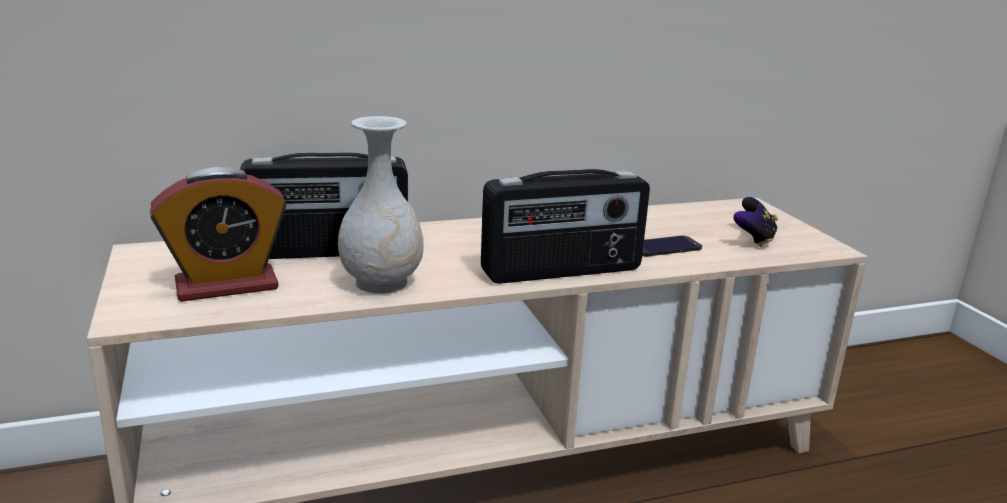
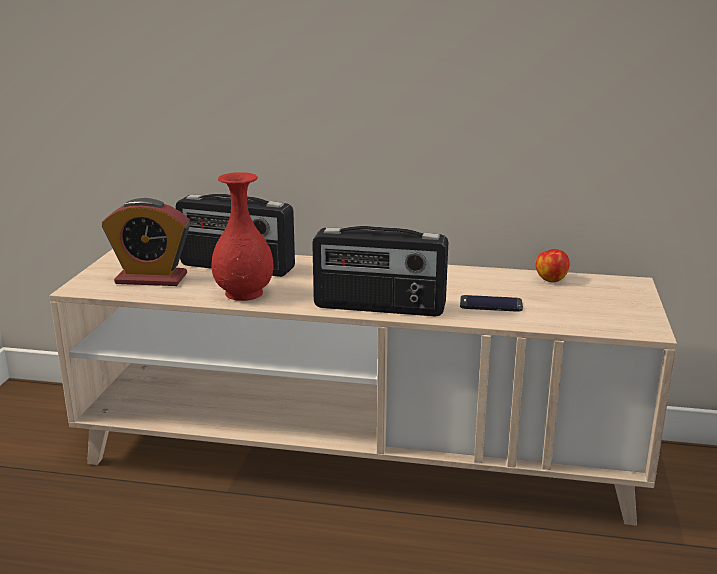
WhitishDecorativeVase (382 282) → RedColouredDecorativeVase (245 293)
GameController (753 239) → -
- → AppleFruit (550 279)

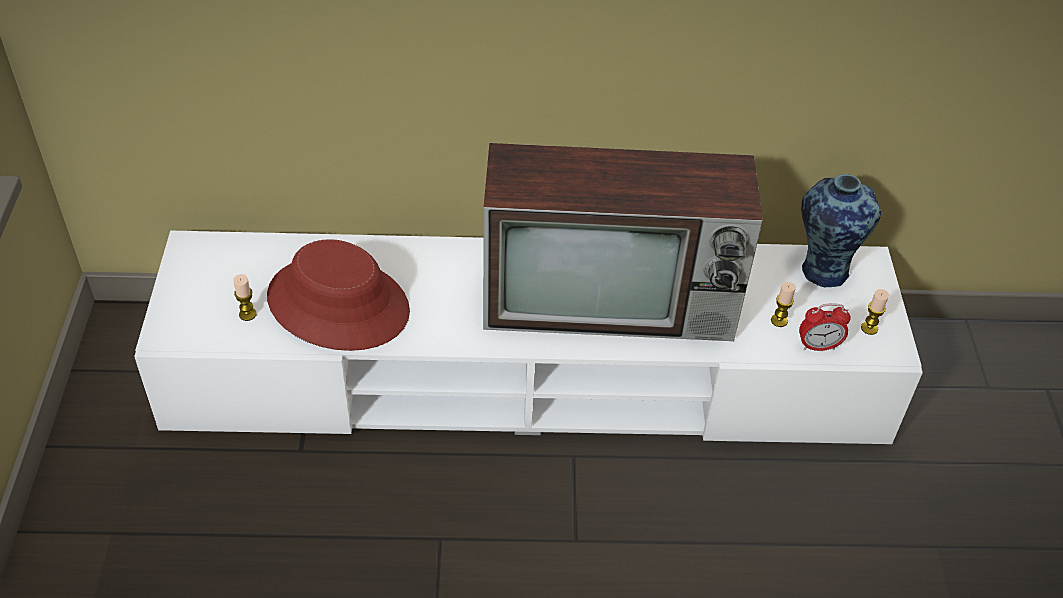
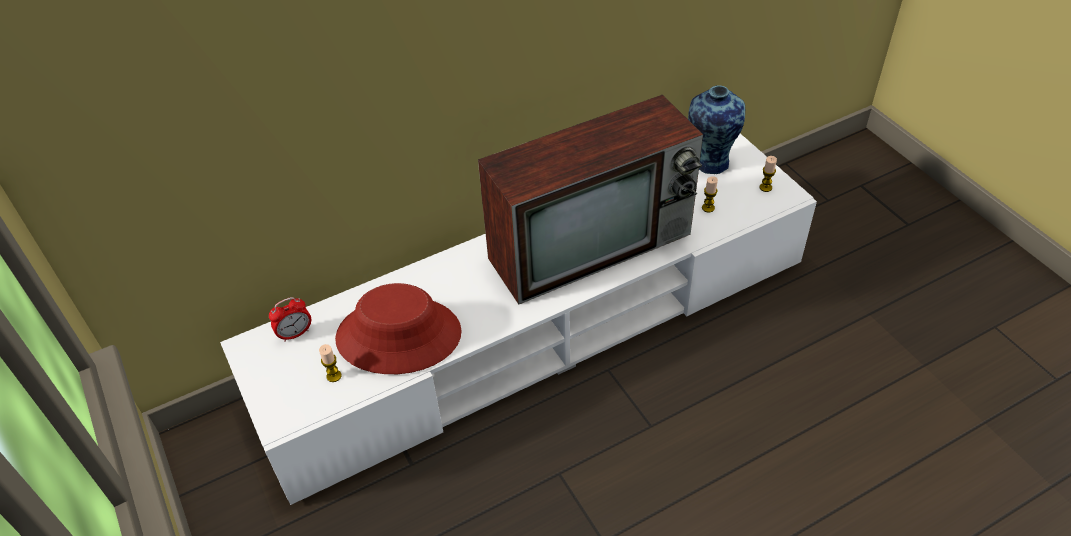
AlarmClock (818 346) → AlarmClock (295 334), move

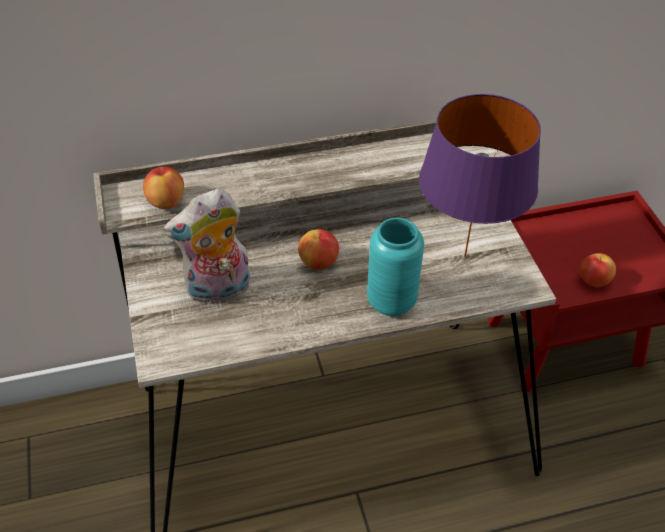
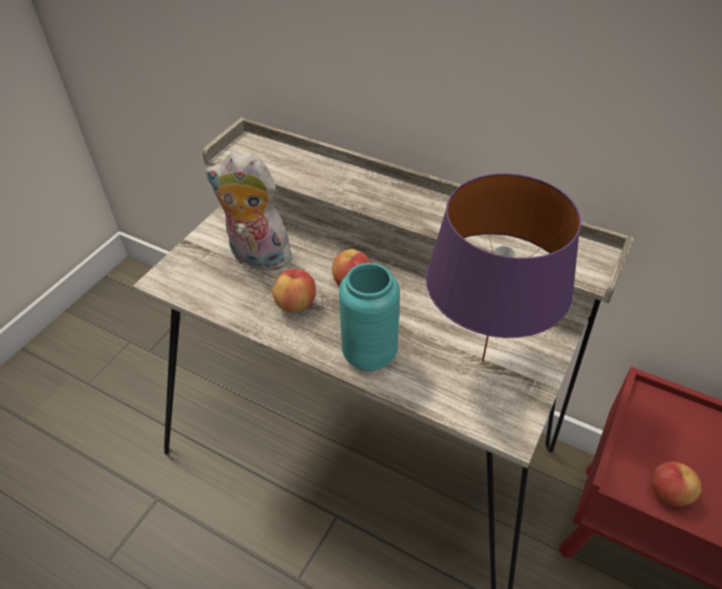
AppleFruit (166 202) → AppleFruit (296 304), move

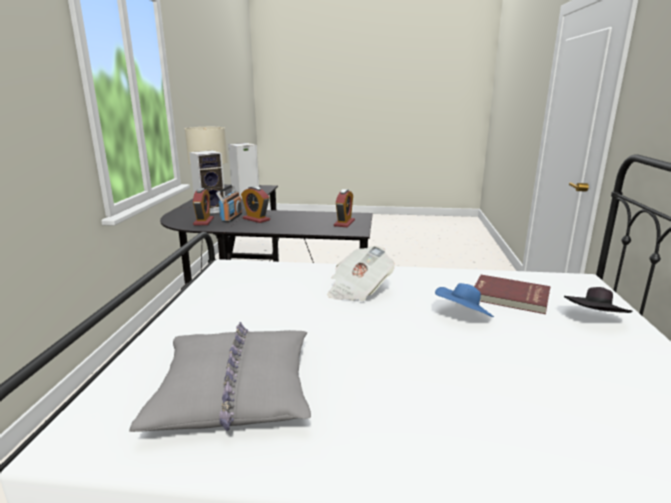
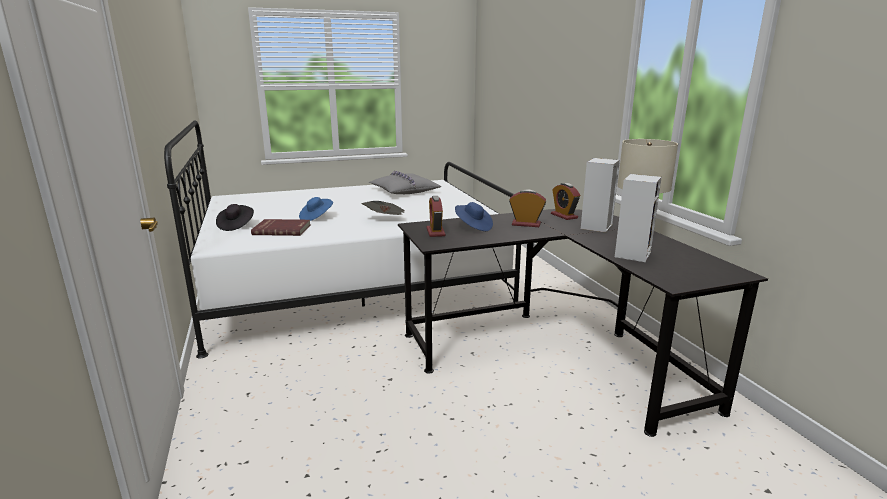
Radio (231 217) → -
- → BlueColouredClothingHat (473 227)

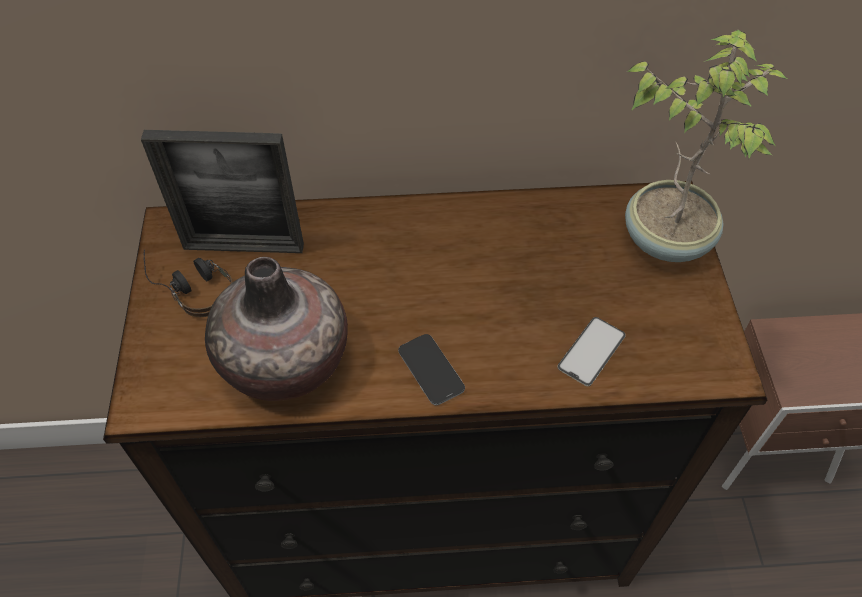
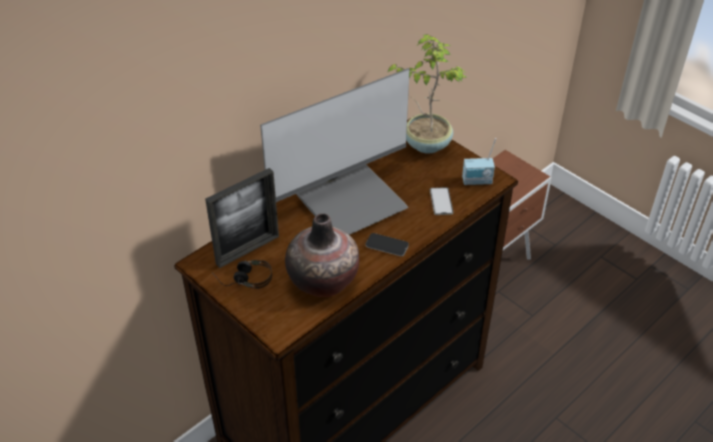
- → Monitor (349 200)
- → Radio (477 181)

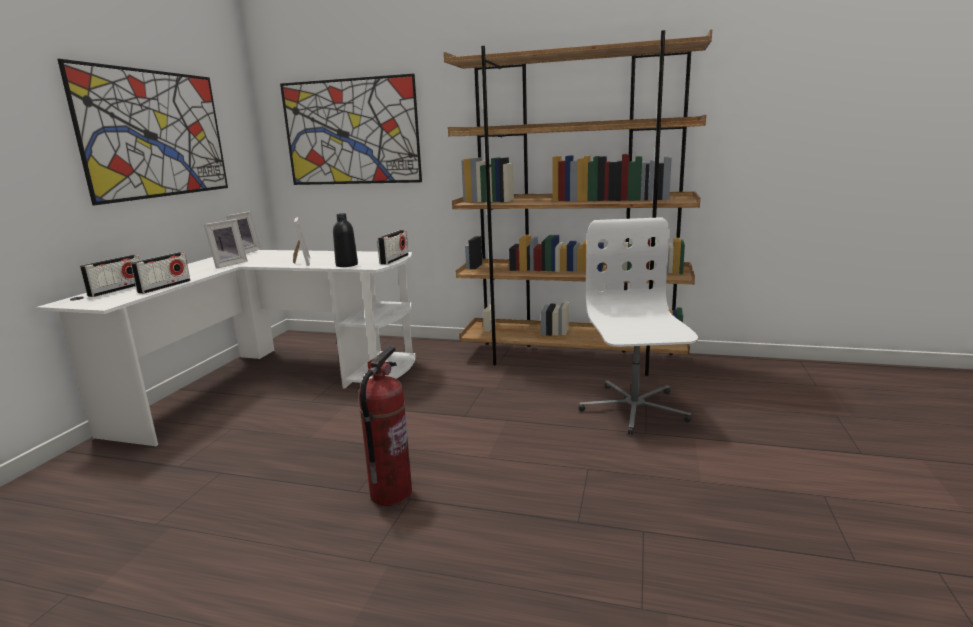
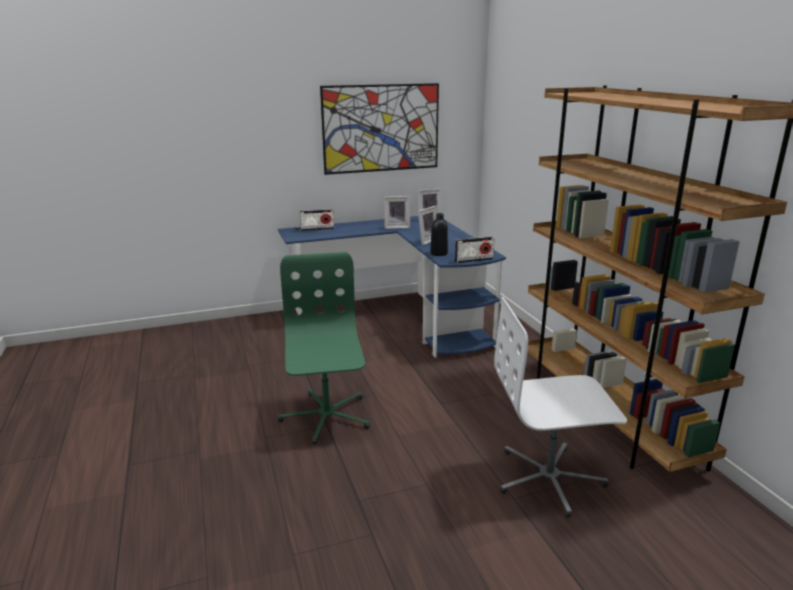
Picture (351 132) → -
WhitishOfficeChair (633 409) → WhitishOfficeChair (549 479), 150 degrees counterclockwise
WhitishDesk (272 381) → BlueColouredDesk (402 318)
Radio (164 287) → -
Extinguisher (391 494) → GreenColouredOfficeChair (326 417)

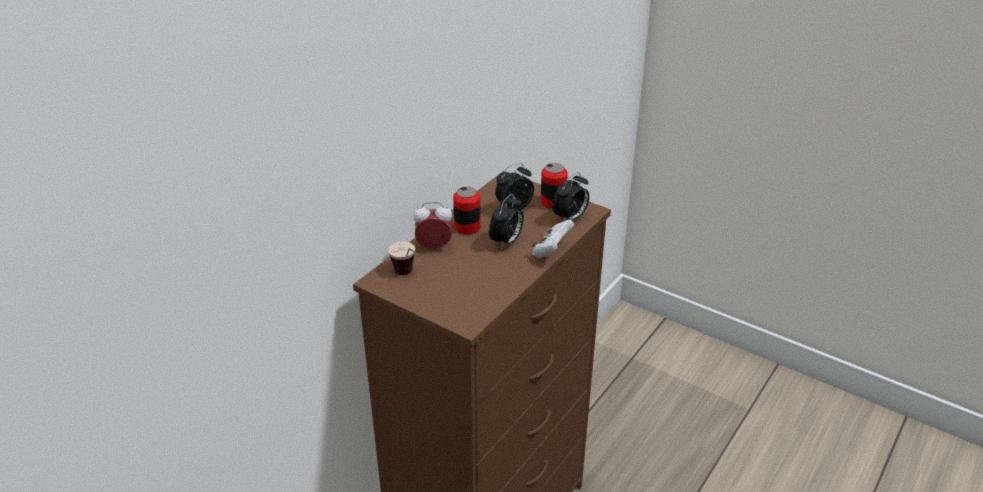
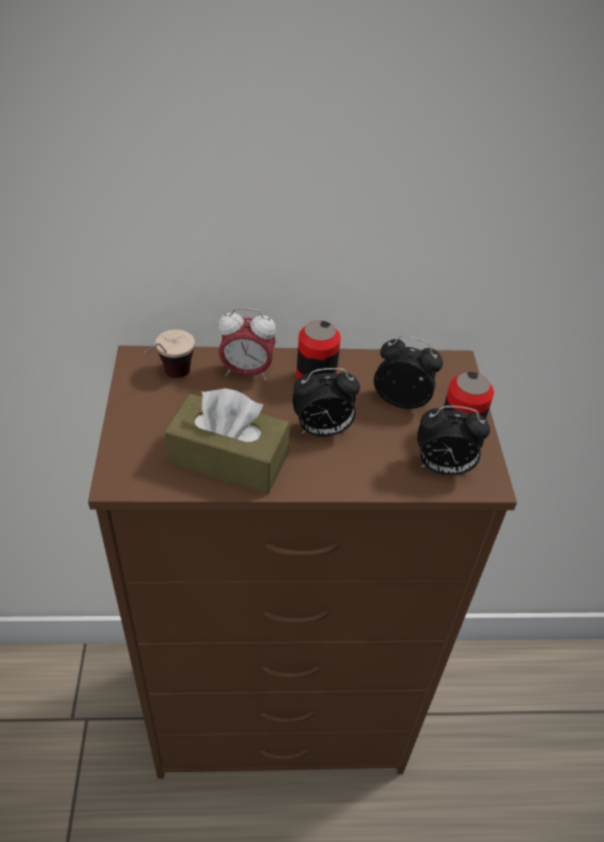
AlarmClock (434 247) → AlarmClock (246 372), 135 degrees clockwise
WhitishGameController (551 251) → -
- → BrownColouredTissueHolder (228 458)

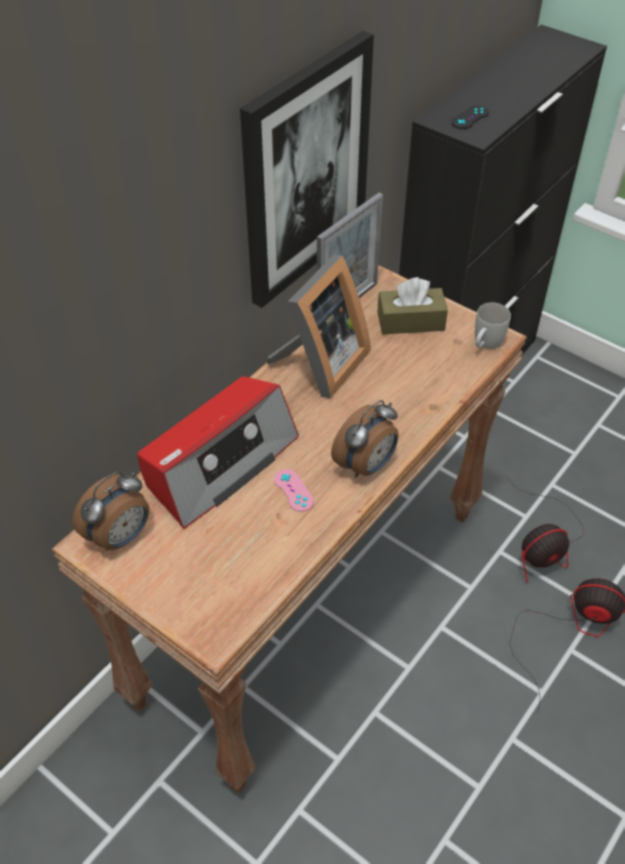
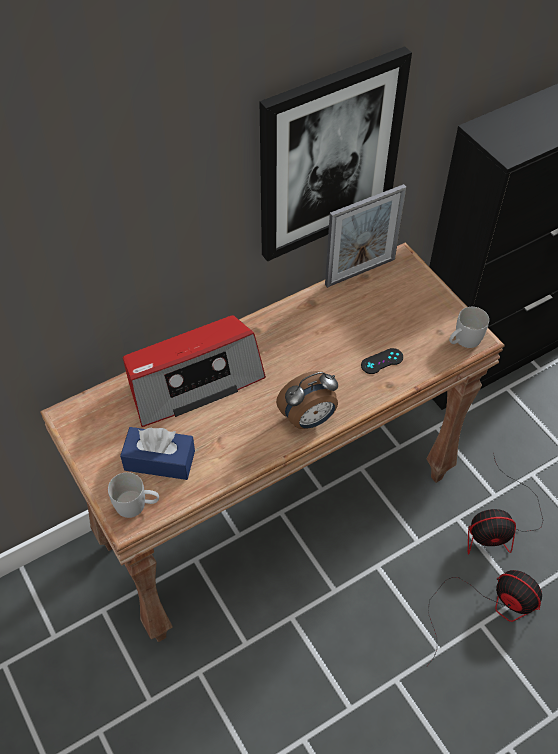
BlackishGameController (470 117) → BlackishGameController (382 361), move
PictureFrame (320 365) → -
BrownColouredTissueHolder (410 321) → -
PinkColouredGameController (293 490) → -
AlarmClock (120 536) → -
- → BlueColouredTissueHolder (159 460)
- → WhitishCoffeeMug (137 505)

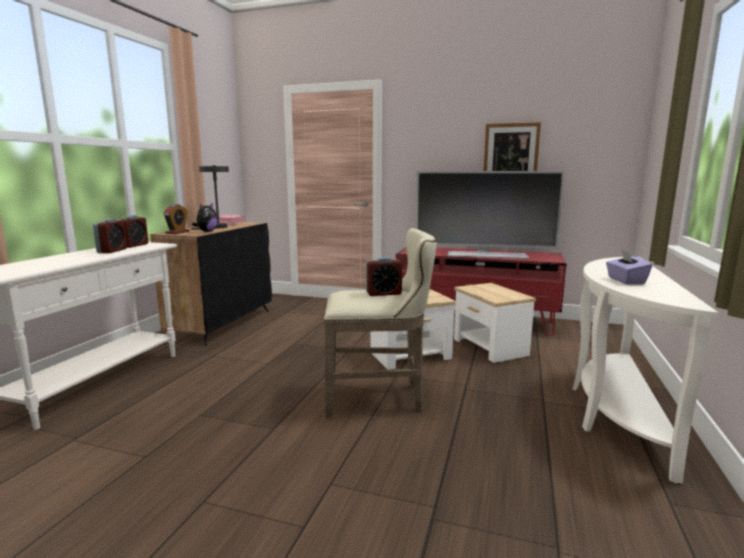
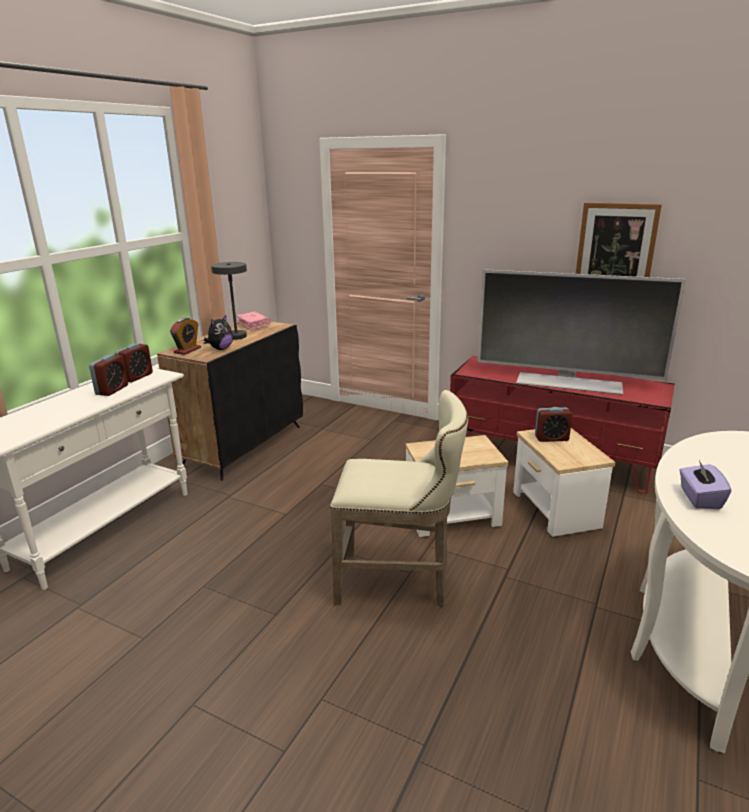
AlarmClock (384 293) → AlarmClock (551 438), move

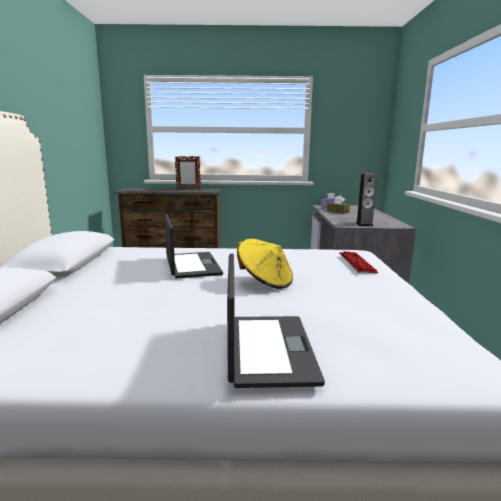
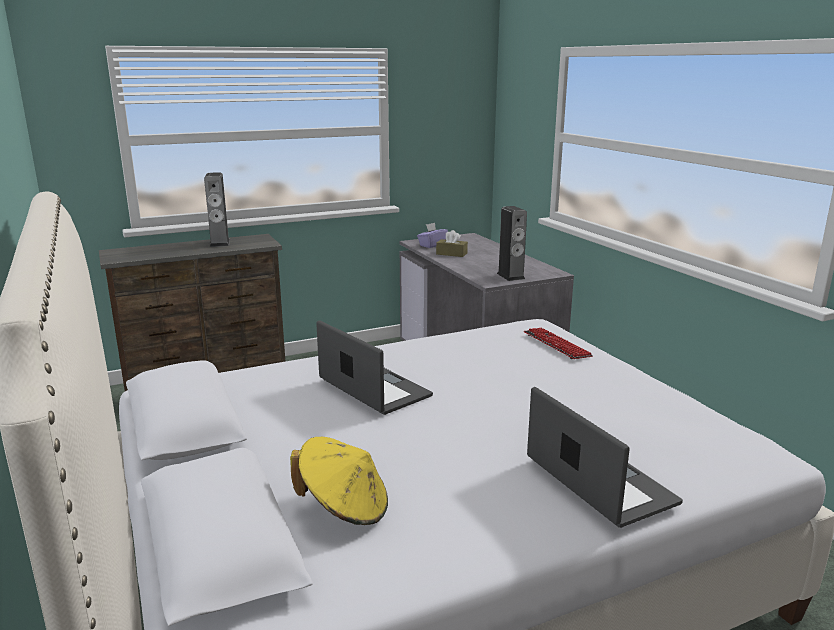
PictureFrame (188 189) → AudioSpeaker (220 243)
YellowishClothingHat (265 282) → YellowishClothingHat (344 508), move

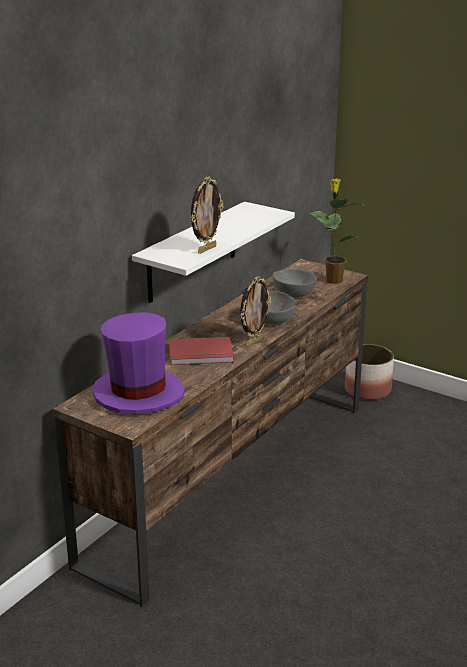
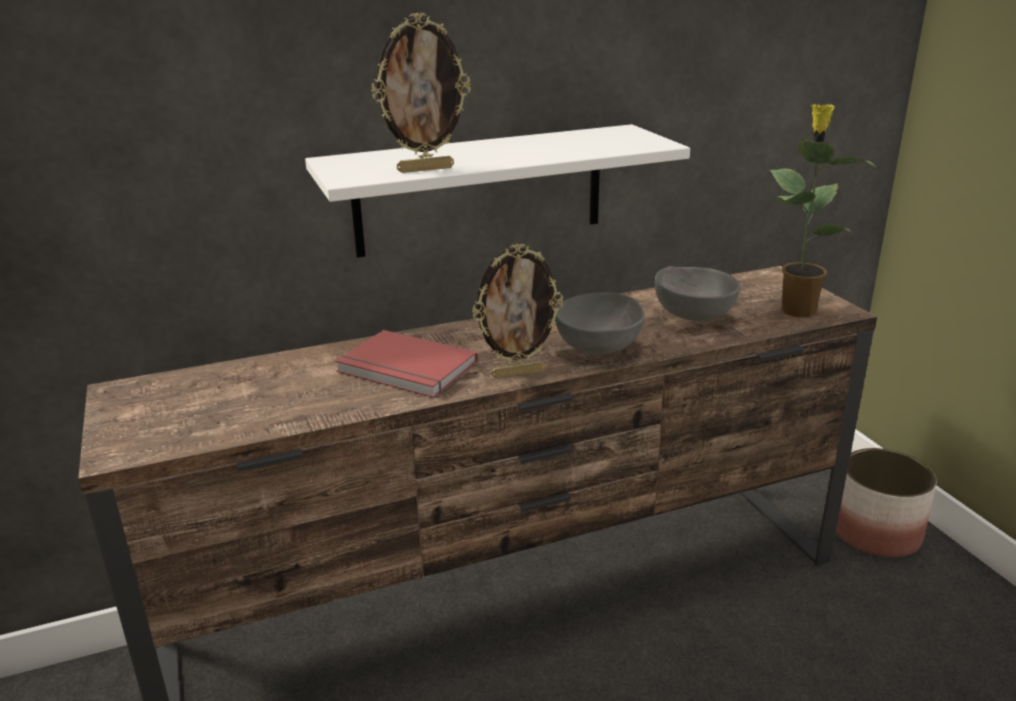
PurpleClothingHat (138 394) → -

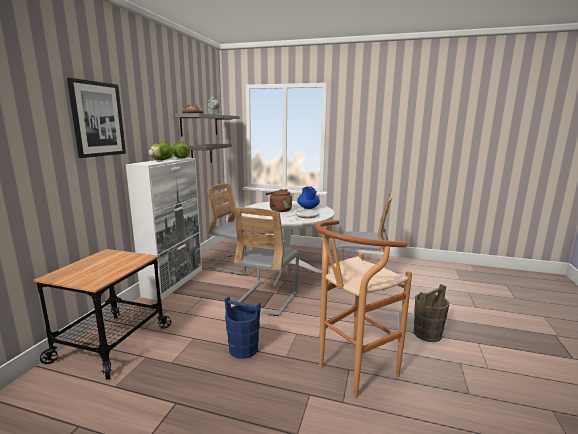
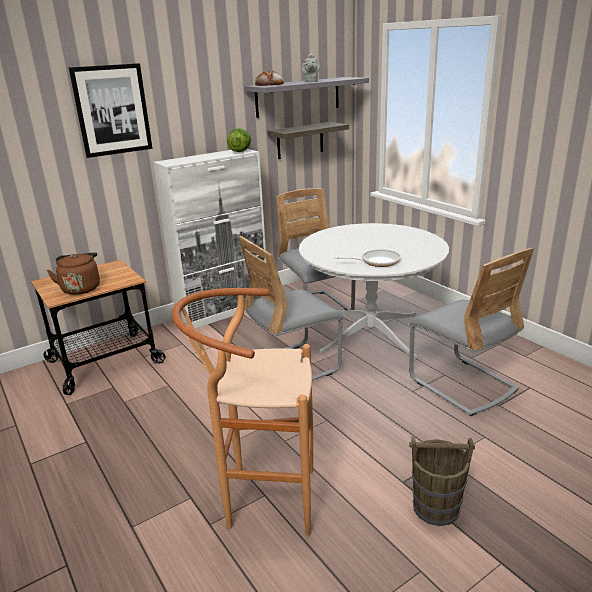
Lettuce (161 160) → -
BlueColouredPotForTea (308 208) → -
BrownColouredWaterKettle (279 210) → BrownColouredWaterKettle (81 288), move
BlueColouredBucket (243 349) → -

